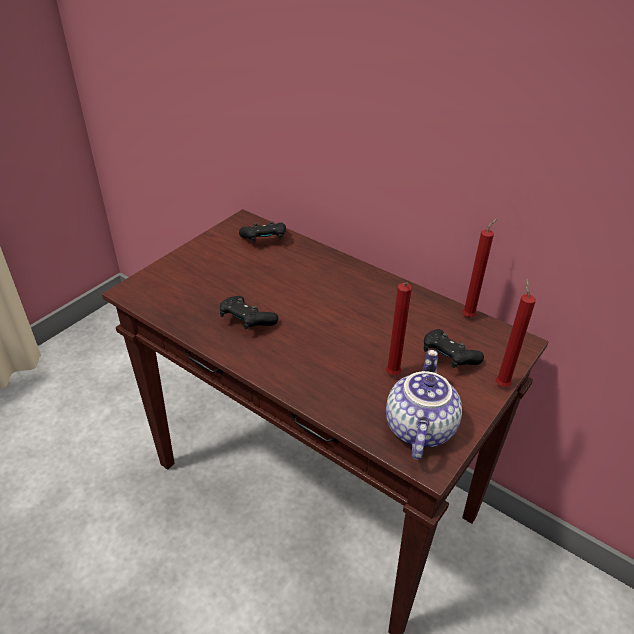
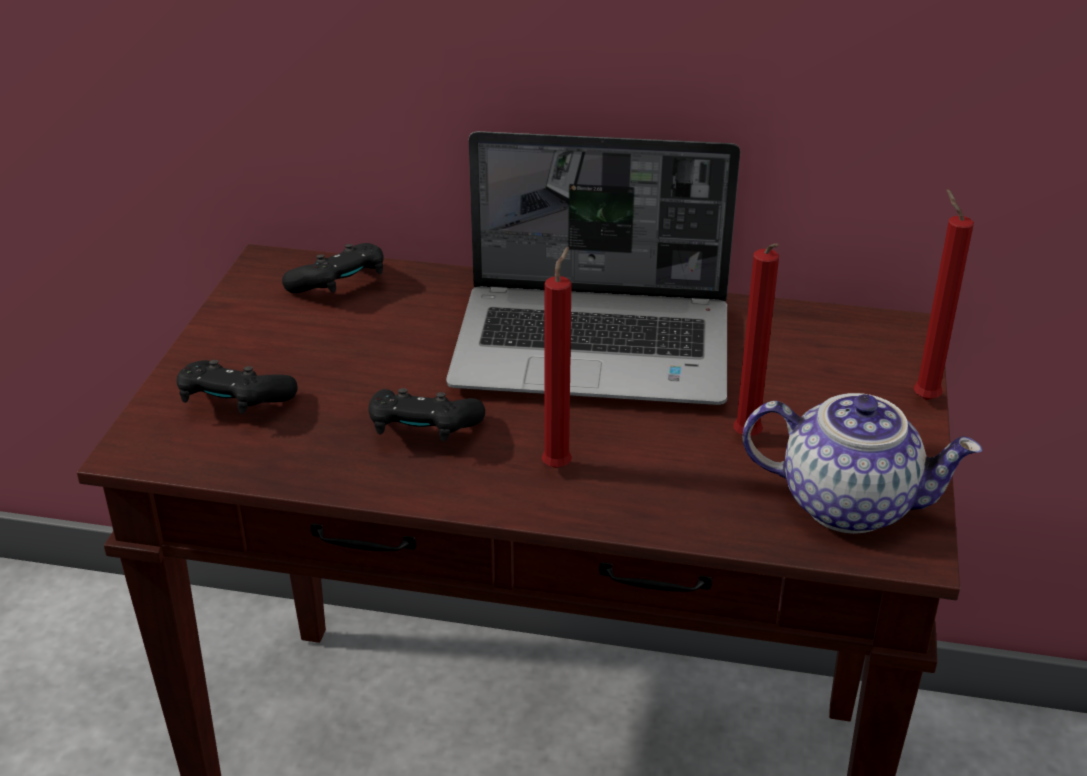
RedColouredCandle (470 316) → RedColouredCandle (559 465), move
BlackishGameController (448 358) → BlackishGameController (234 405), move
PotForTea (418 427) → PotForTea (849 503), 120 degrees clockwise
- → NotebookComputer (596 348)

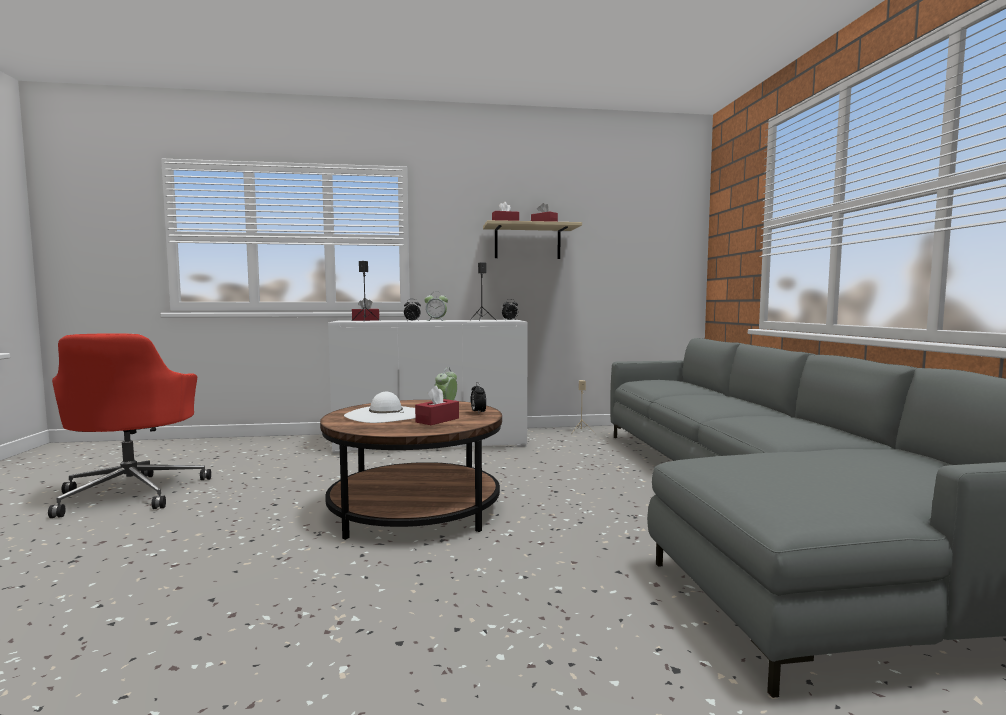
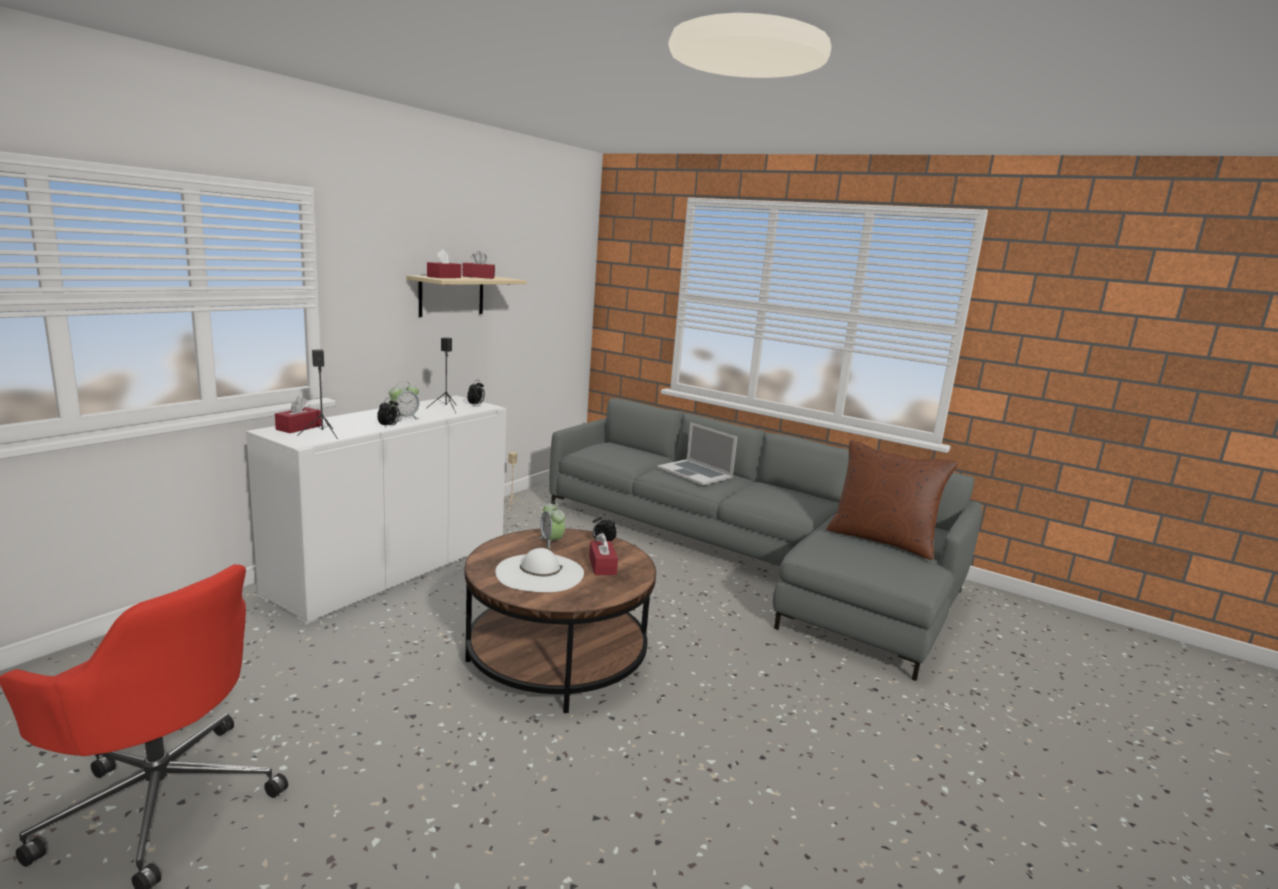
- → NotebookComputer (695 472)
- → BrownColouredThrowPillow (881 540)

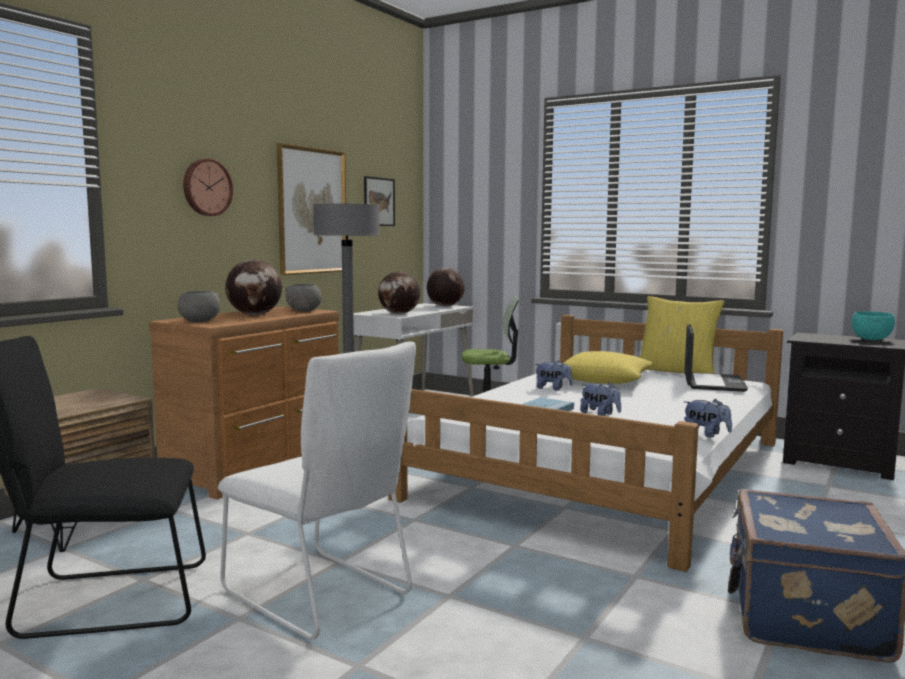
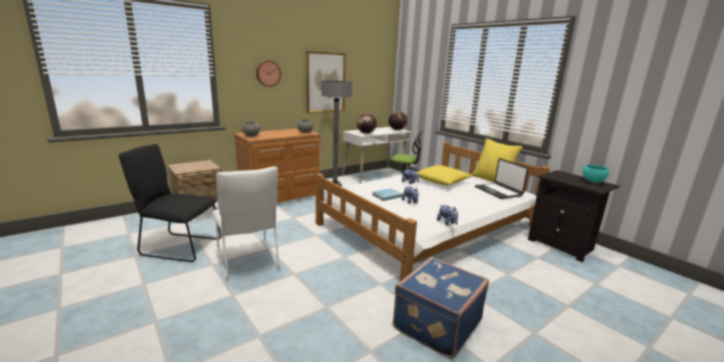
Picture (379 202) → -
DeskGlobe (255 315) → -
NotebookComputer (713 383) → NotebookComputer (498 191), 120 degrees clockwise

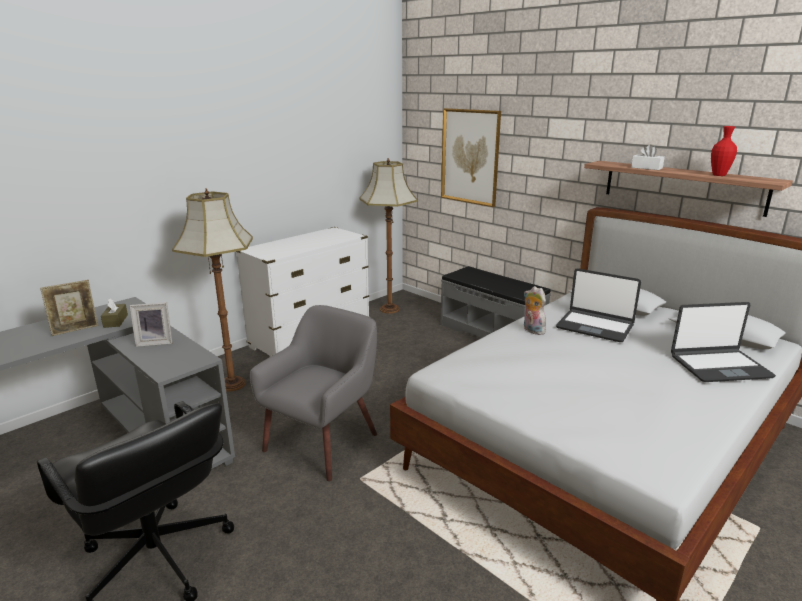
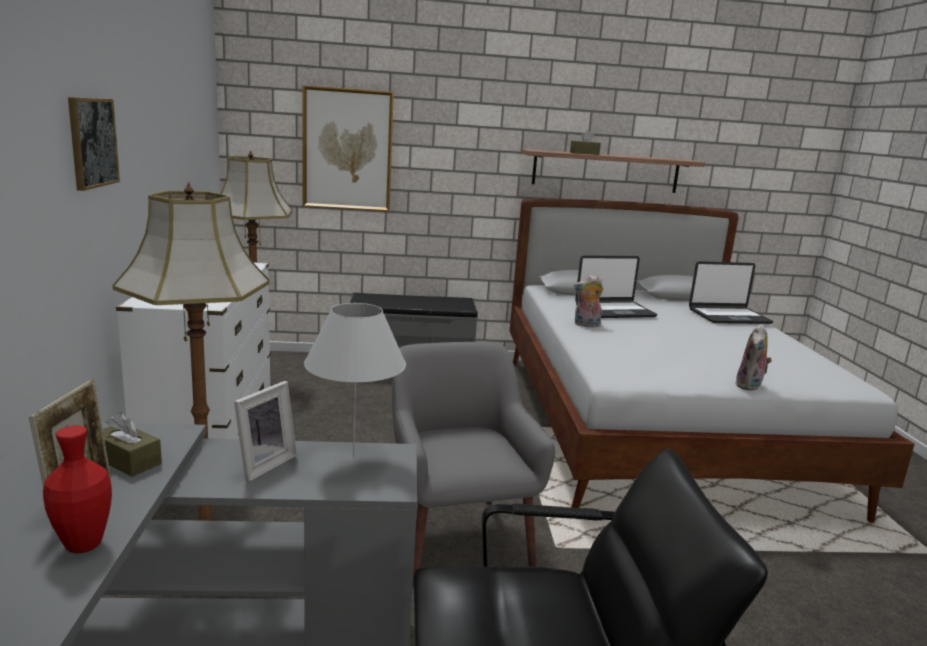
RedColouredDecorativeVase (719 175) → RedColouredDecorativeVase (83 545), move
WhitishTissueHolder (646 168) → BrownColouredTissueHolder (584 153)
NotebookComputer (719 366) → NotebookComputer (728 316), 45 degrees clockwise
- → Picture (92 142)
- → WhitishTableLamp (353 458)
- → PlushToy (750 386)

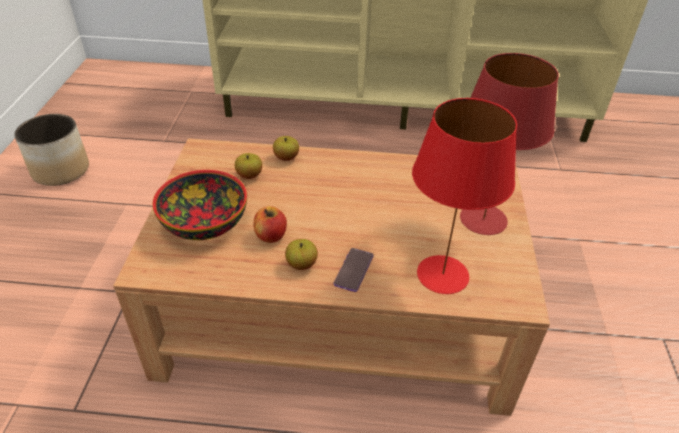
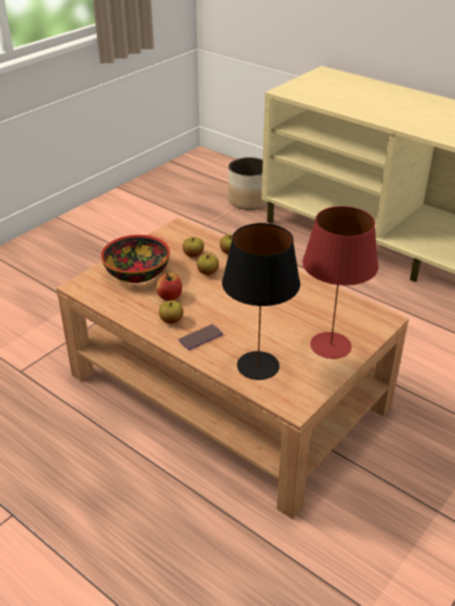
RedColouredTableLamp (443 274) → BlackishTableLamp (259 365)
PlantPot (61 170) → PlantPot (249 201), move
- → AppleFruit (208 272)

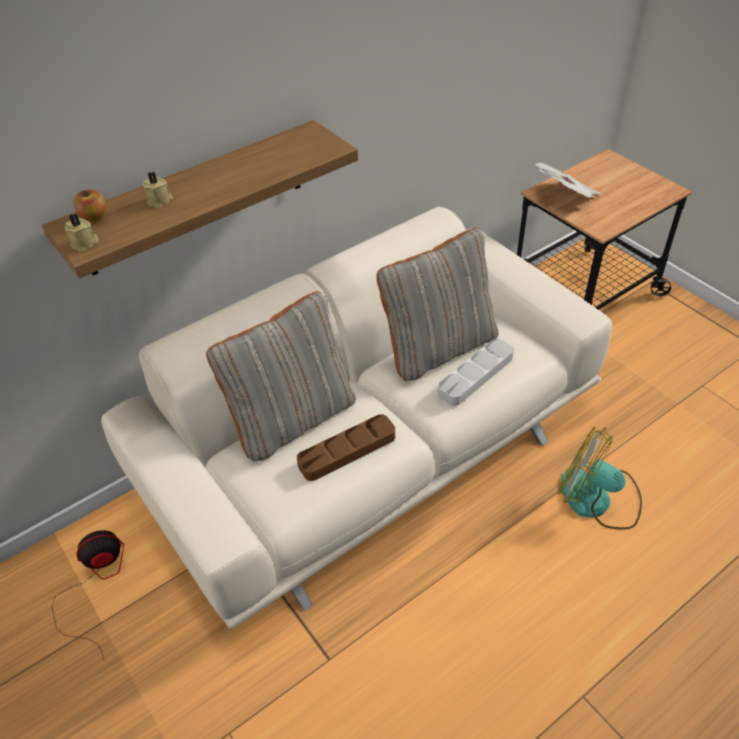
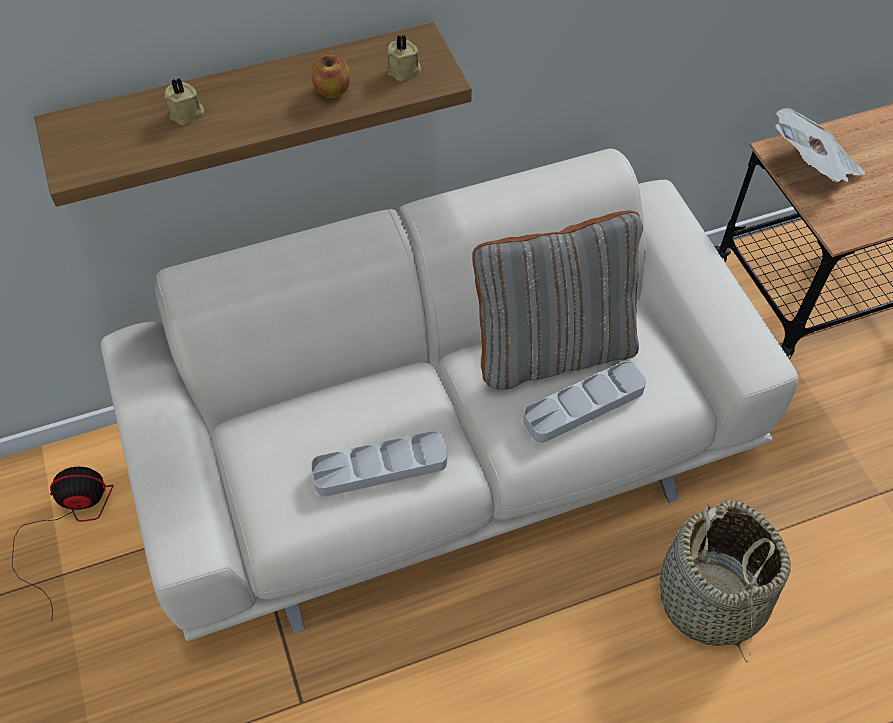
AppleFruit (94 217) → AppleFruit (332 90), move
BeigeColouredCandle (85 243) → BeigeColouredCandle (404 71), move
GreyishThrowPillow (292 418) → -
BrownColouredTray (347 451) → GreyishTray (380 467)
Fan (597 500) → HouseholdBasket (710 599)

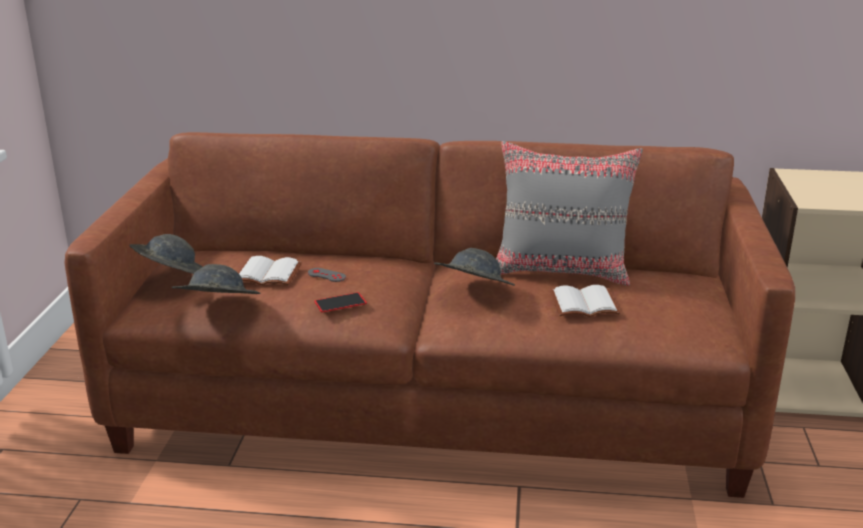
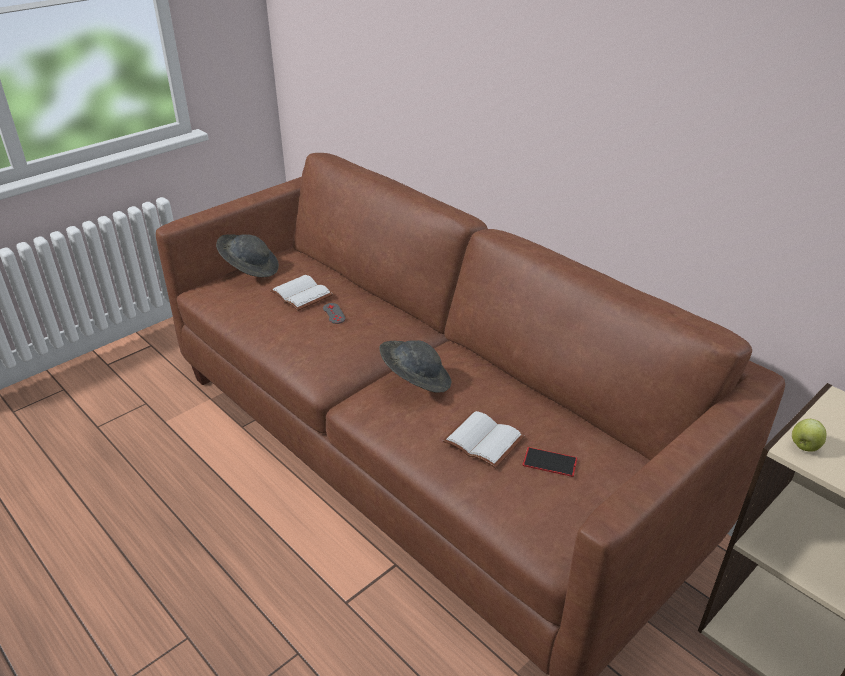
GreyishThrowPillow (562 271) → -
GreyishClothingHat (217 308) → -
Telephone (340 302) → Telephone (550 462), move
- → AppleFruit (804 446)

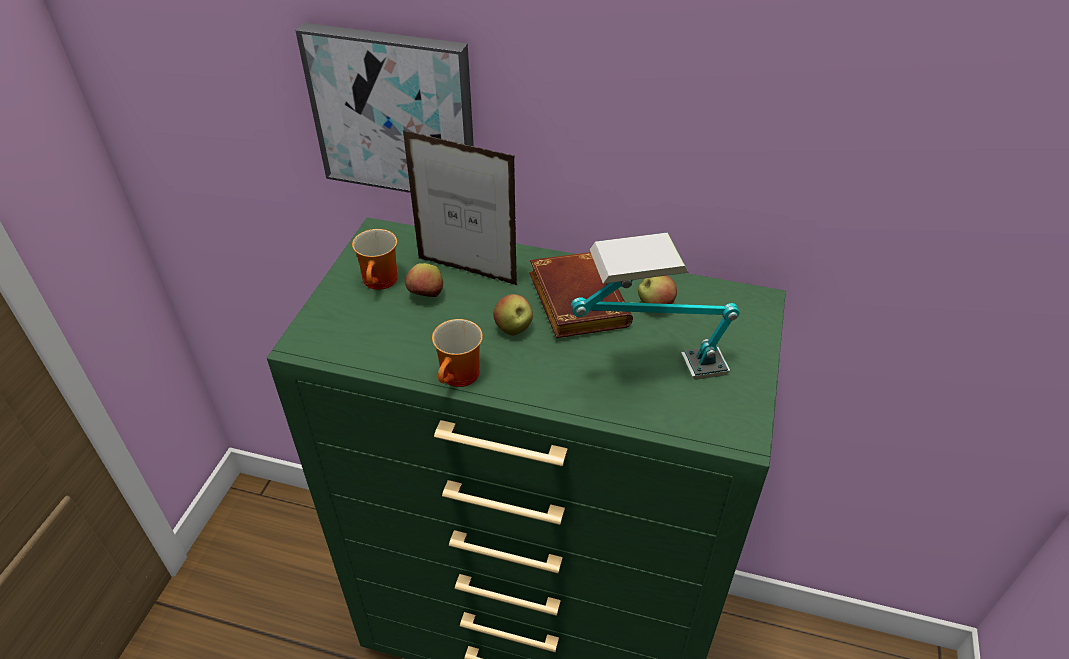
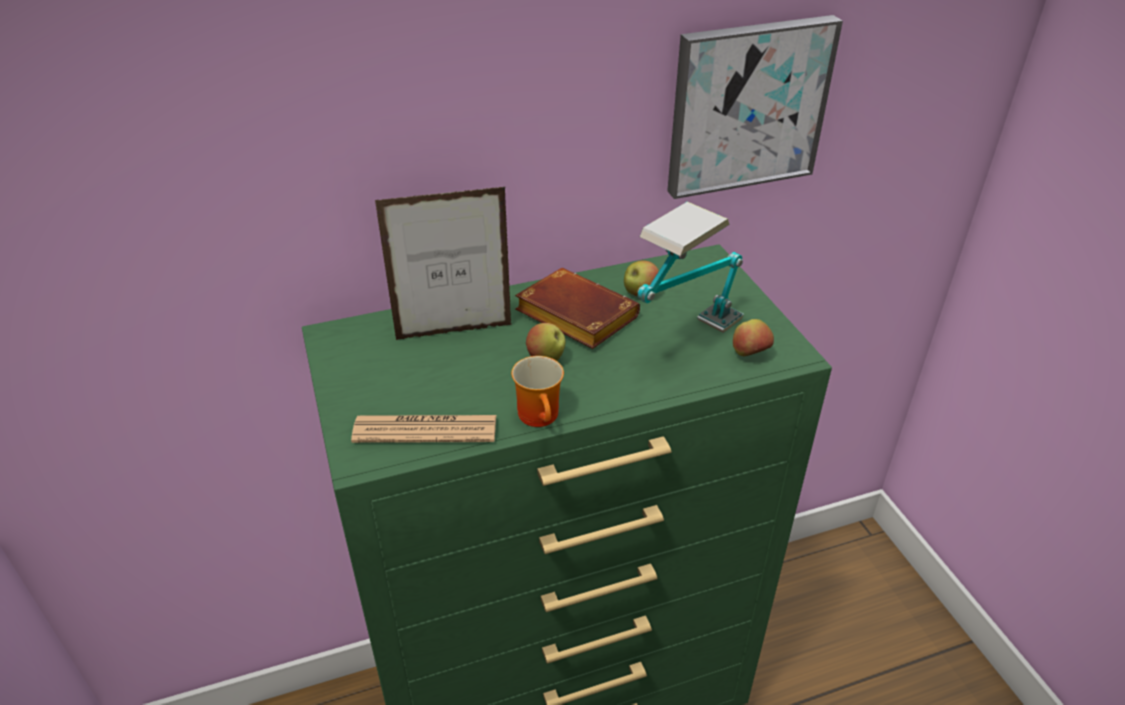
Picture (394 112) → Picture (747 106), move
CoffeeMug (382 281) → -
AppleFruit (426 296) → AppleFruit (750 354), move
- → PrintedPaper (425 430)

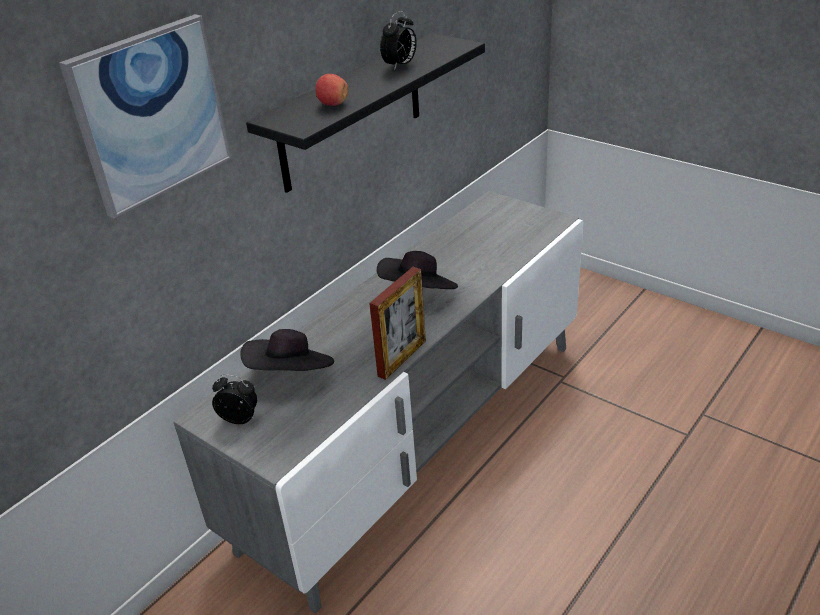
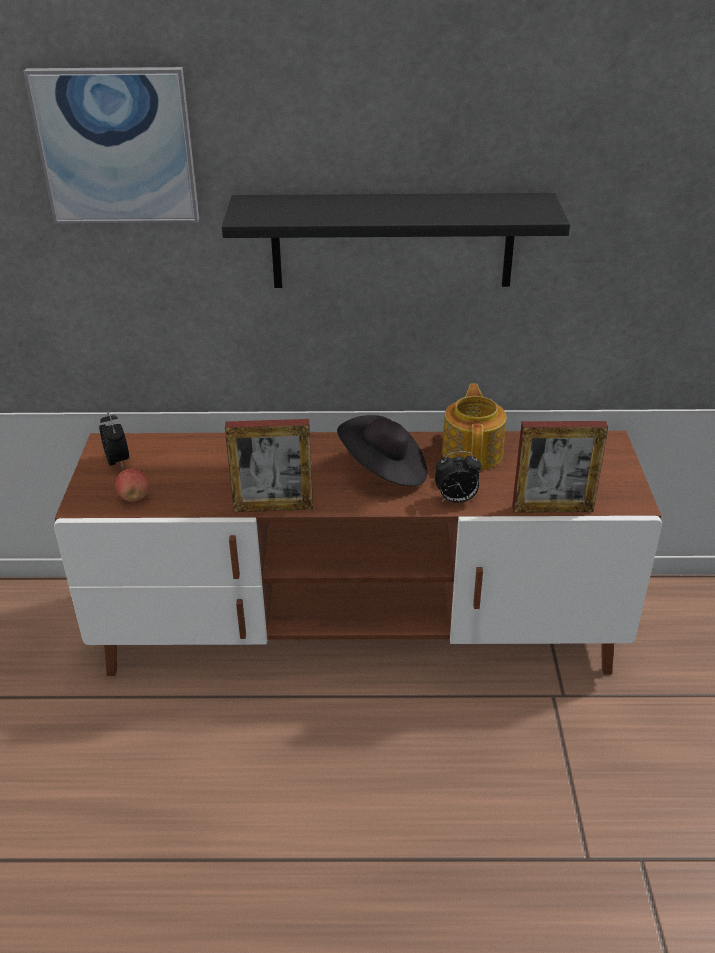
AlarmClock (400 66) → AlarmClock (456 500), move
AppleFruit (333 104) → AppleFruit (134 497), move
GreyishTvStand (419 439) → BrownColouredTvStand (359 630)
BlackishClothingHat (291 374) → -
- → PotForTea (473 452)
- → PictureFrame (552 508)

